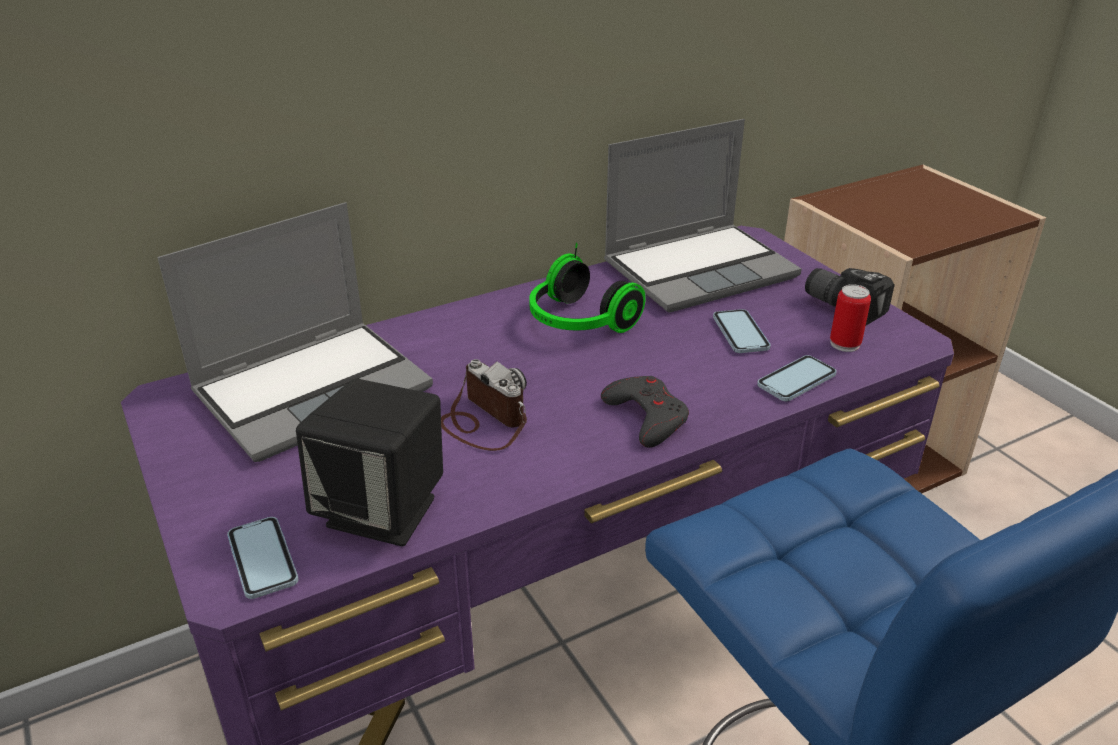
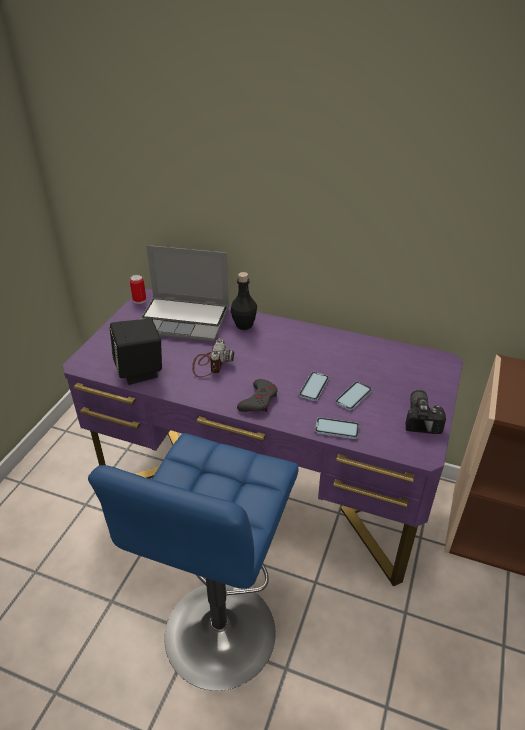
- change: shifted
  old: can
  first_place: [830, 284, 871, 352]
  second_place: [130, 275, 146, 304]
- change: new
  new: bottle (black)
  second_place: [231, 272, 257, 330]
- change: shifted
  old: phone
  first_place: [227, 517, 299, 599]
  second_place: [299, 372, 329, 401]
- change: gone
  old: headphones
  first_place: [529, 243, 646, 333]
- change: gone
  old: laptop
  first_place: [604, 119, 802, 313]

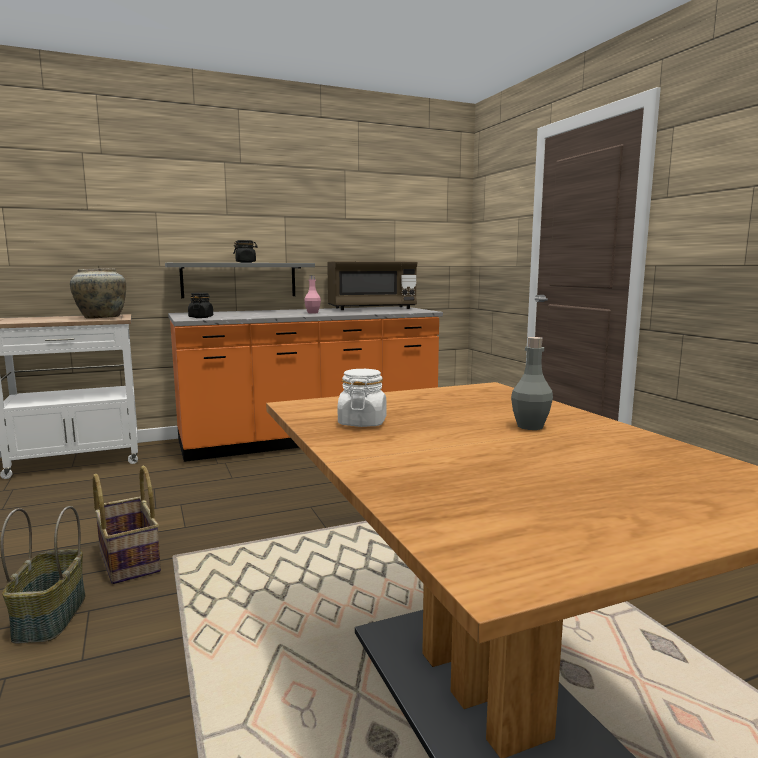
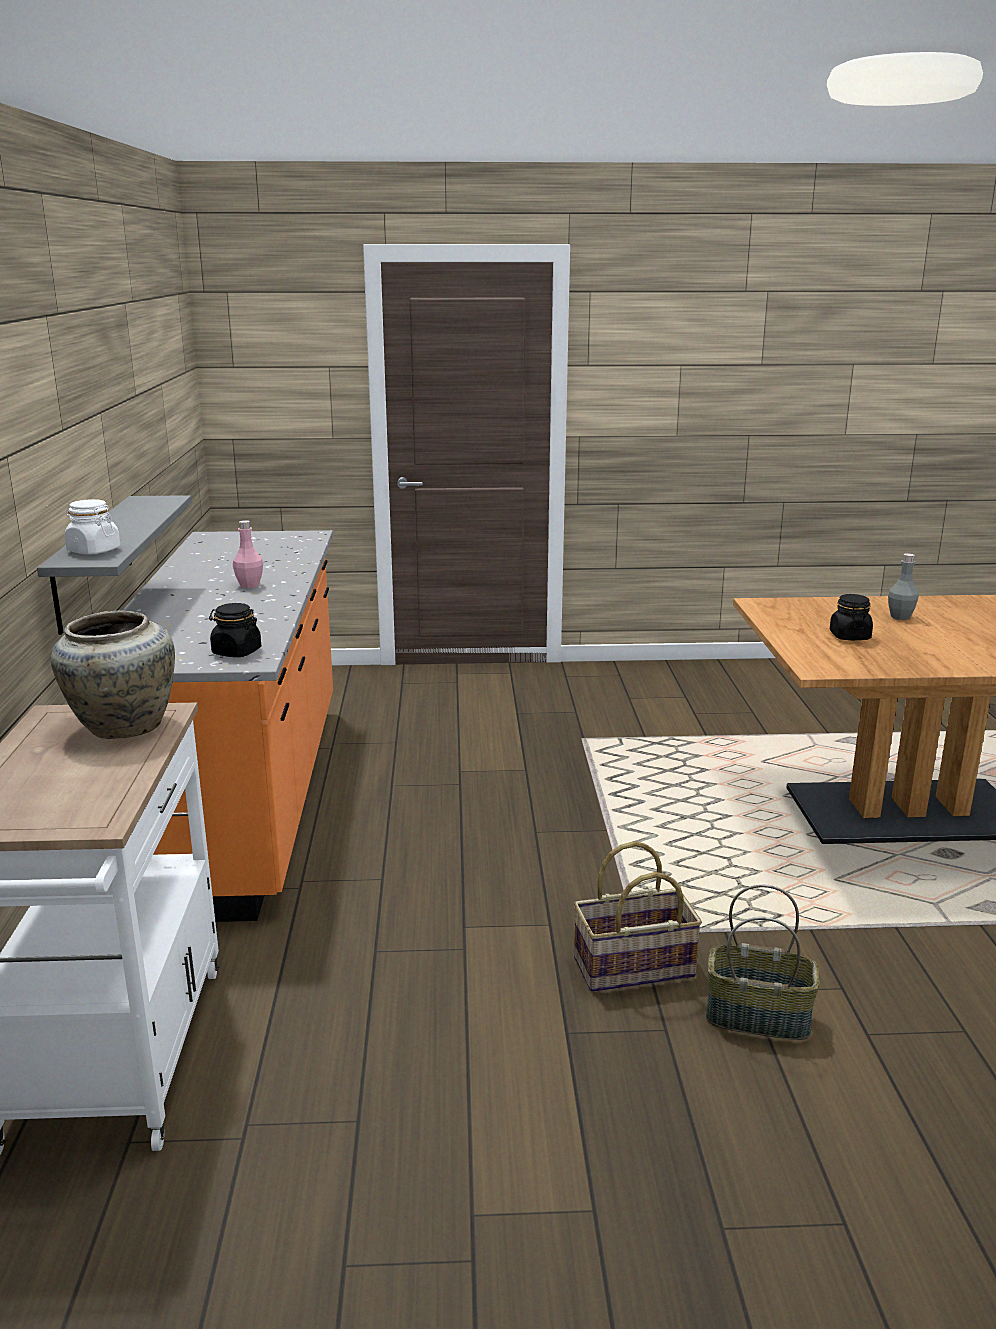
- change: shifted
  old: jar (white)
  first_place: [338, 369, 387, 427]
  second_place: [65, 499, 120, 554]
- change: shifted
  old: jar (black)
  first_place: [233, 240, 258, 263]
  second_place: [830, 594, 873, 640]
- change: gone
  old: microwave (brown)
  first_place: [327, 261, 417, 310]

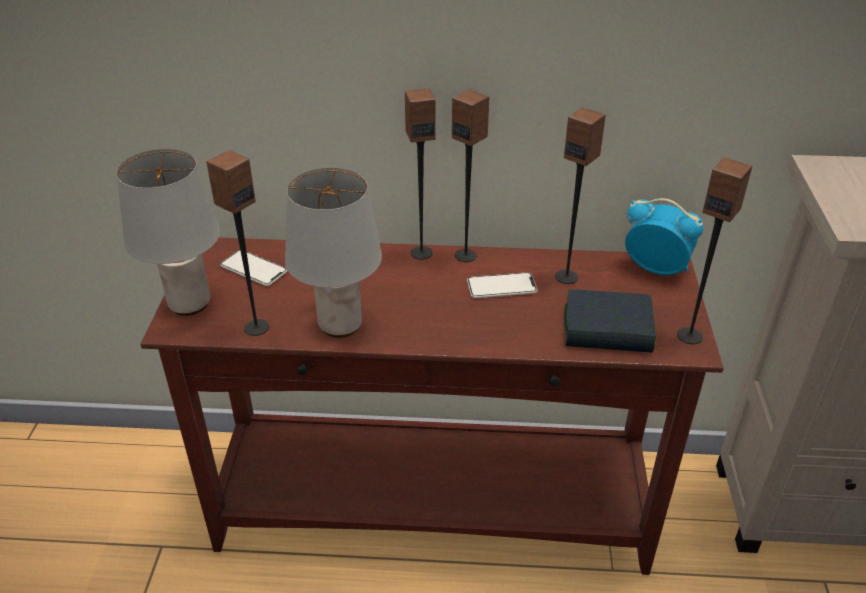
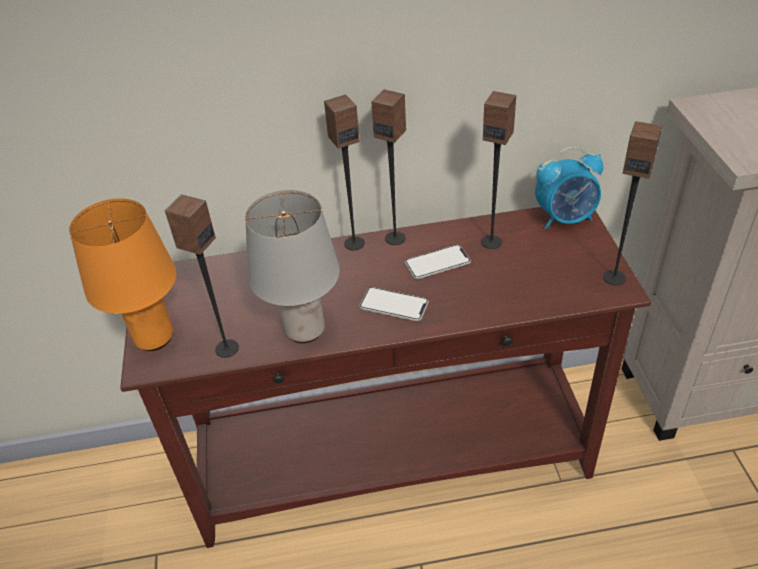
- change: repainted
  old: table lamp (grey)
  new: table lamp (orange)
  first_place: [116, 149, 220, 316]
  second_place: [69, 198, 176, 351]
- change: shifted
  old: phone
  first_place: [220, 250, 287, 286]
  second_place: [359, 287, 429, 321]
- change: rotated
  old: alarm clock
  first_place: [625, 198, 704, 275]
  second_place: [535, 147, 603, 229]
  degrees: 150
- change: gone
  old: book
  first_place: [564, 289, 656, 353]

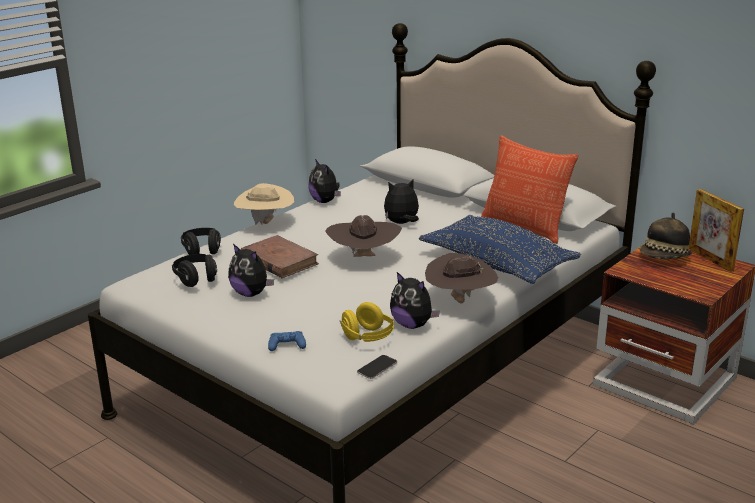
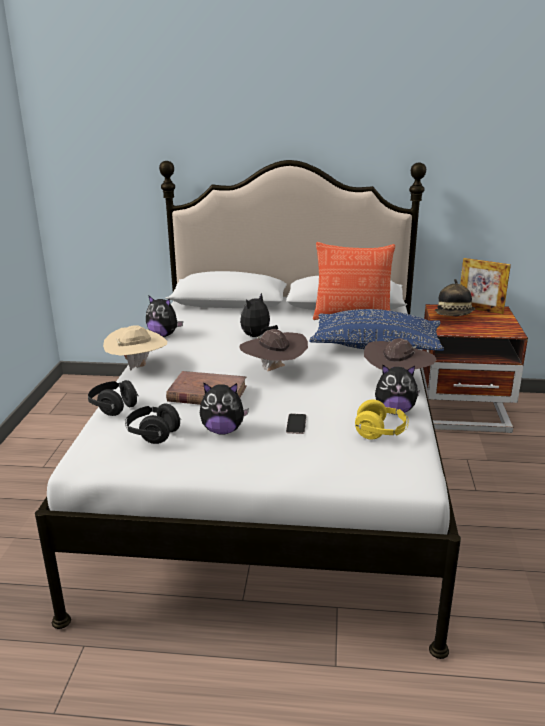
- change: shifted
  old: phone
  first_place: [357, 355, 397, 379]
  second_place: [286, 413, 307, 434]
- change: gone
  old: game controller (blue)
  first_place: [268, 331, 306, 351]

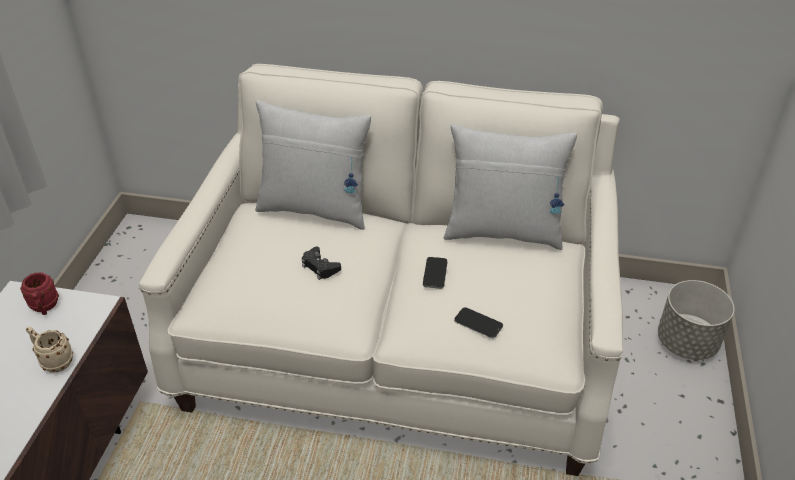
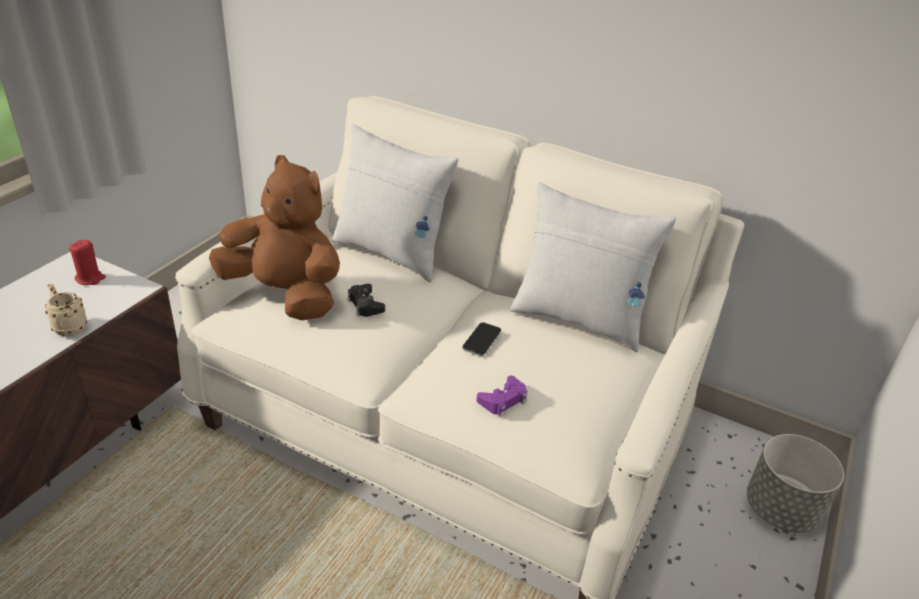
- change: swapped
  old: mug (red)
  new: candle (red)
  first_place: [20, 272, 59, 315]
  second_place: [69, 240, 106, 285]
- change: new
  new: plush toy (brown)
  second_place: [209, 155, 340, 320]
- change: swapped
  old: phone
  new: game controller (purple)
  first_place: [454, 307, 503, 338]
  second_place: [476, 376, 527, 417]

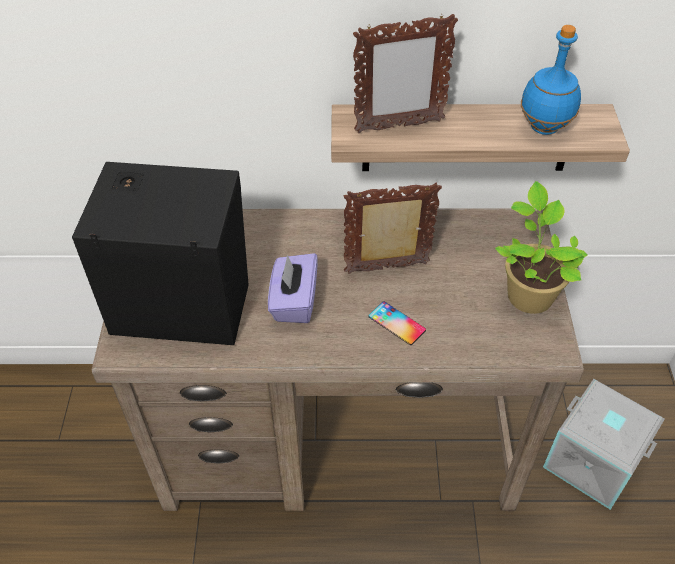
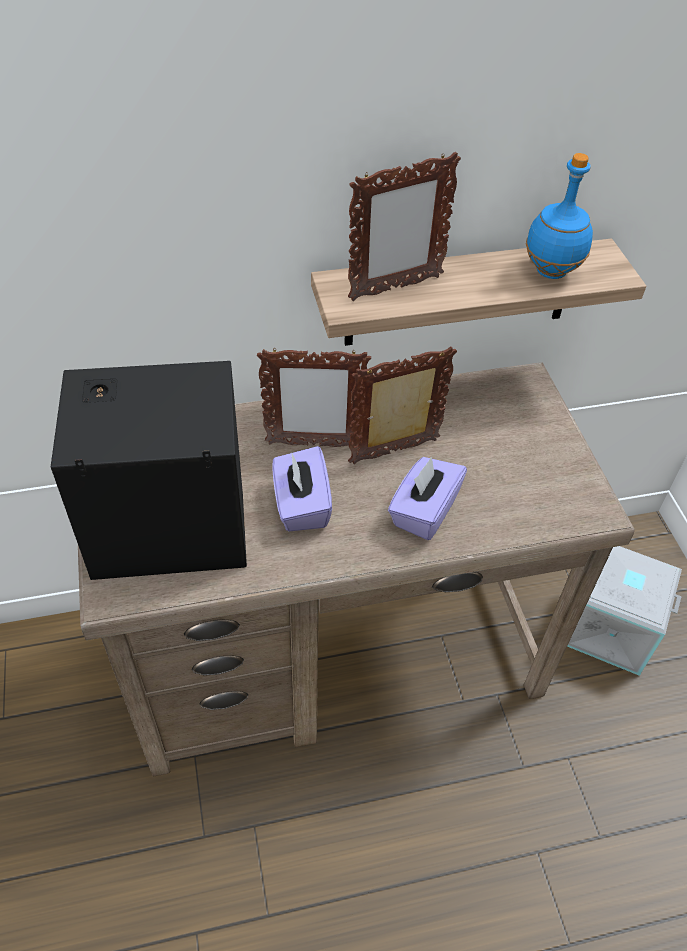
- change: new
  new: picture frame
  second_place: [257, 349, 371, 447]
- change: swapped
  old: phone
  new: tissue box (purple)
  first_place: [368, 301, 426, 345]
  second_place: [388, 456, 467, 540]
- change: gone
  old: potted plant
  first_place: [495, 181, 588, 314]

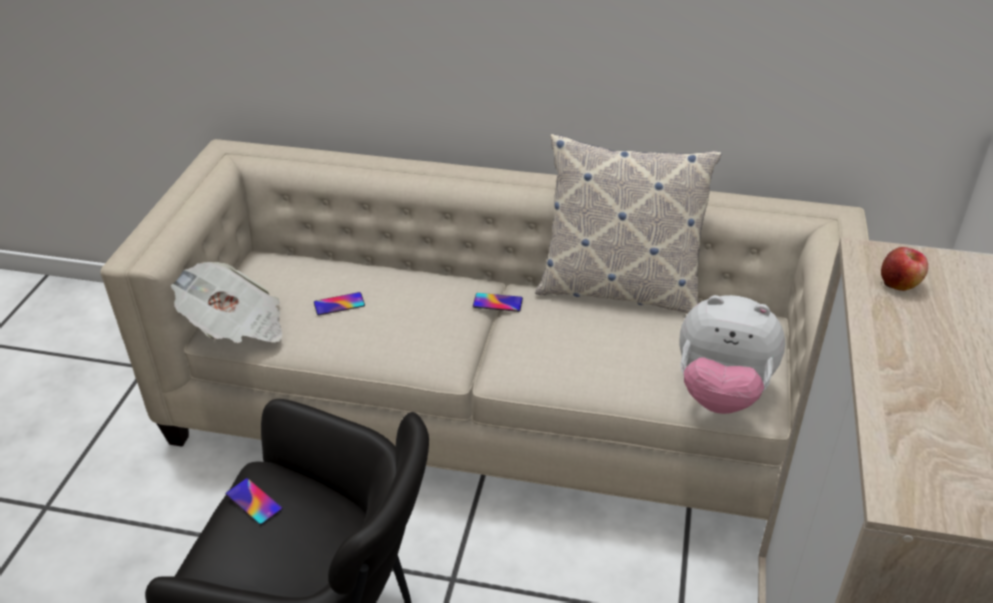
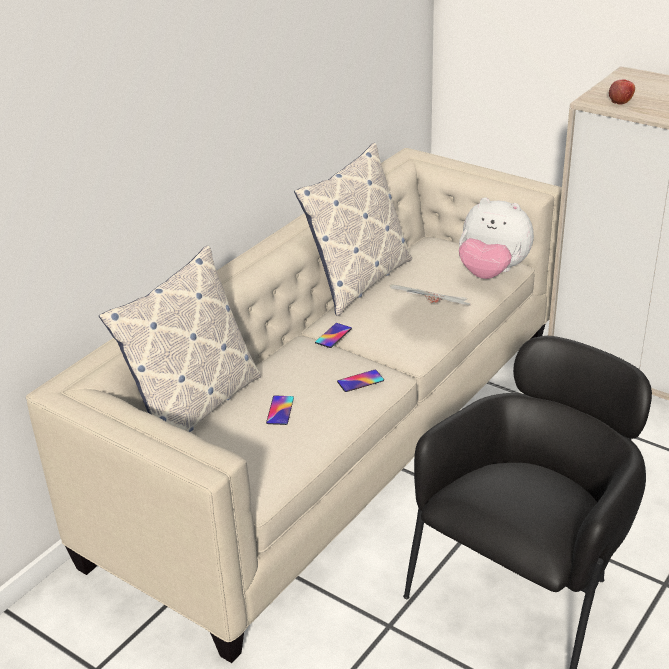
- change: new
  new: pillow
  second_place: [99, 245, 261, 432]
- change: shifted
  old: phone
  first_place: [226, 478, 283, 525]
  second_place: [337, 370, 384, 392]
- change: shifted
  old: newspaper
  first_place: [171, 262, 282, 343]
  second_place: [390, 284, 472, 306]
- change: rotated
  old: plush toy
  first_place: [679, 295, 785, 414]
  second_place: [459, 197, 534, 279]
  degrees: 75

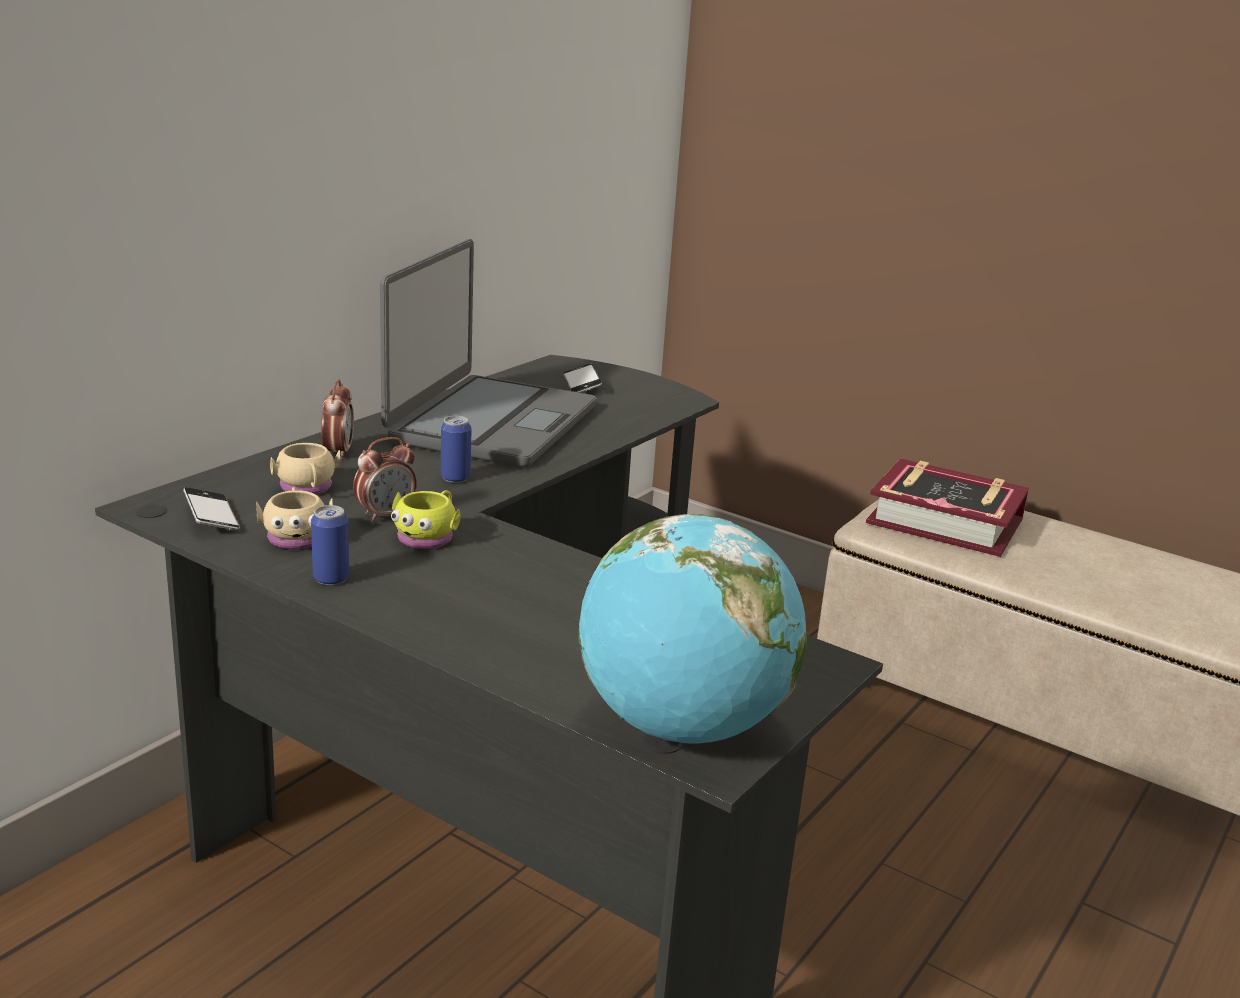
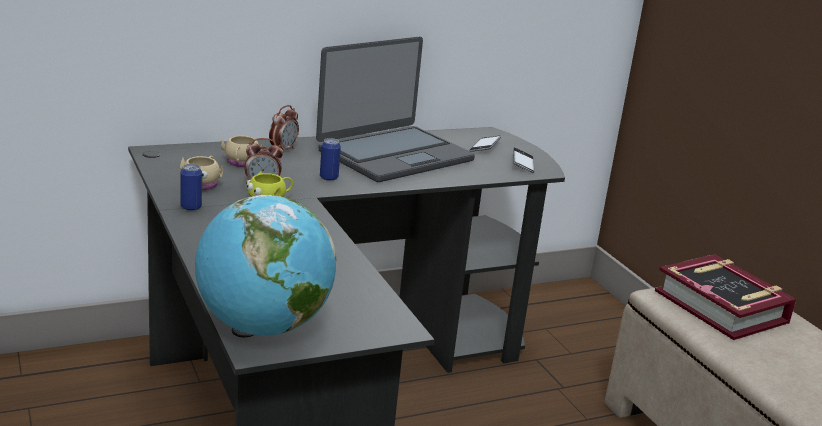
- change: shifted
  old: phone
  first_place: [183, 487, 240, 531]
  second_place: [513, 147, 534, 173]

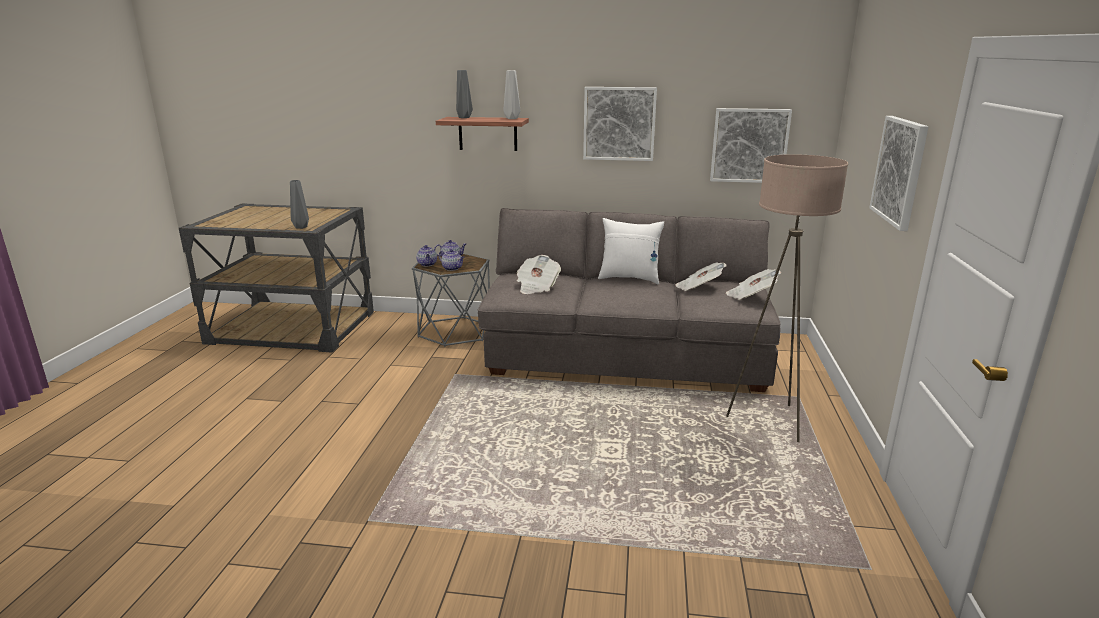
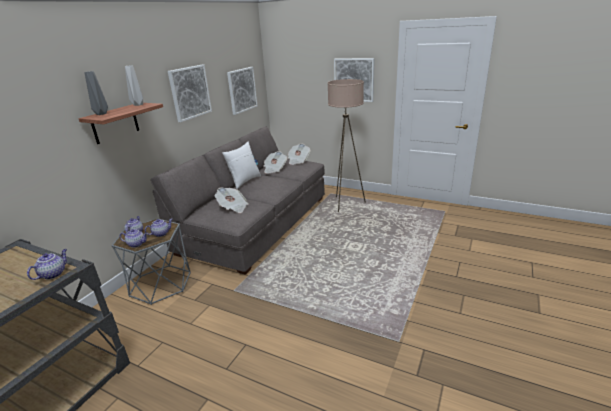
- change: swapped
  old: vase (grey)
  new: teapot
  first_place: [290, 180, 309, 229]
  second_place: [27, 249, 67, 280]

